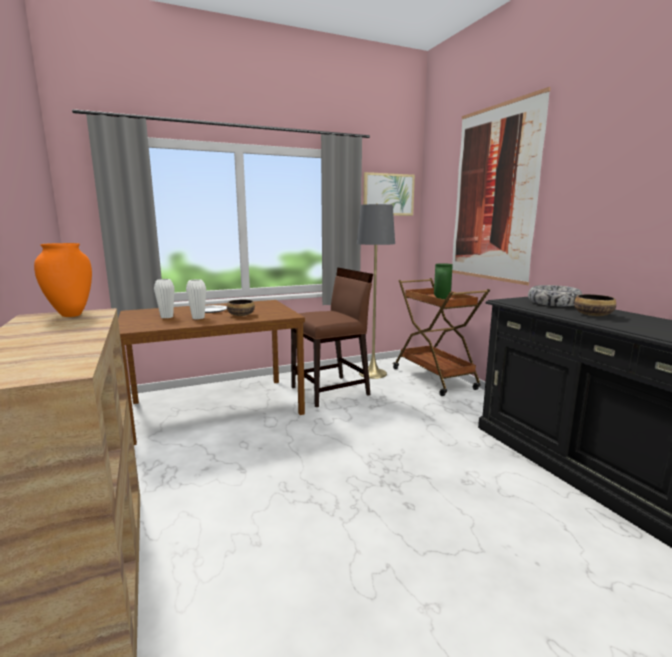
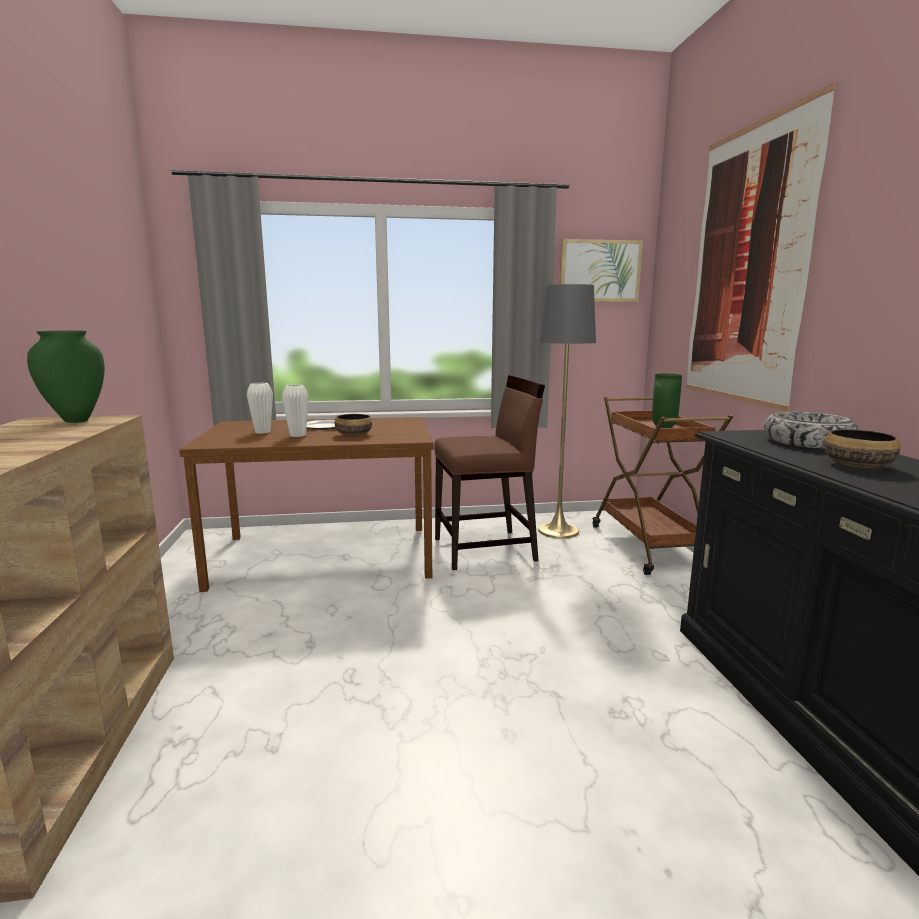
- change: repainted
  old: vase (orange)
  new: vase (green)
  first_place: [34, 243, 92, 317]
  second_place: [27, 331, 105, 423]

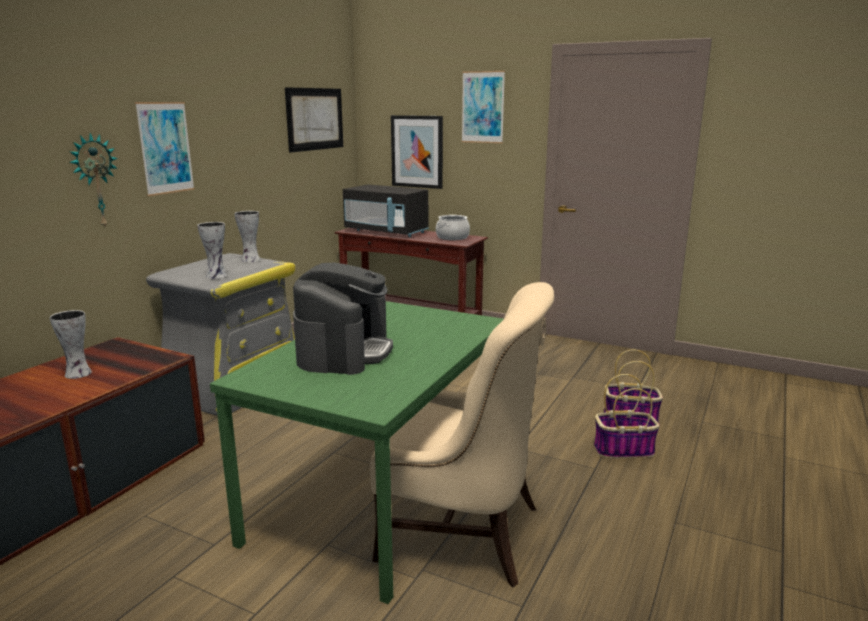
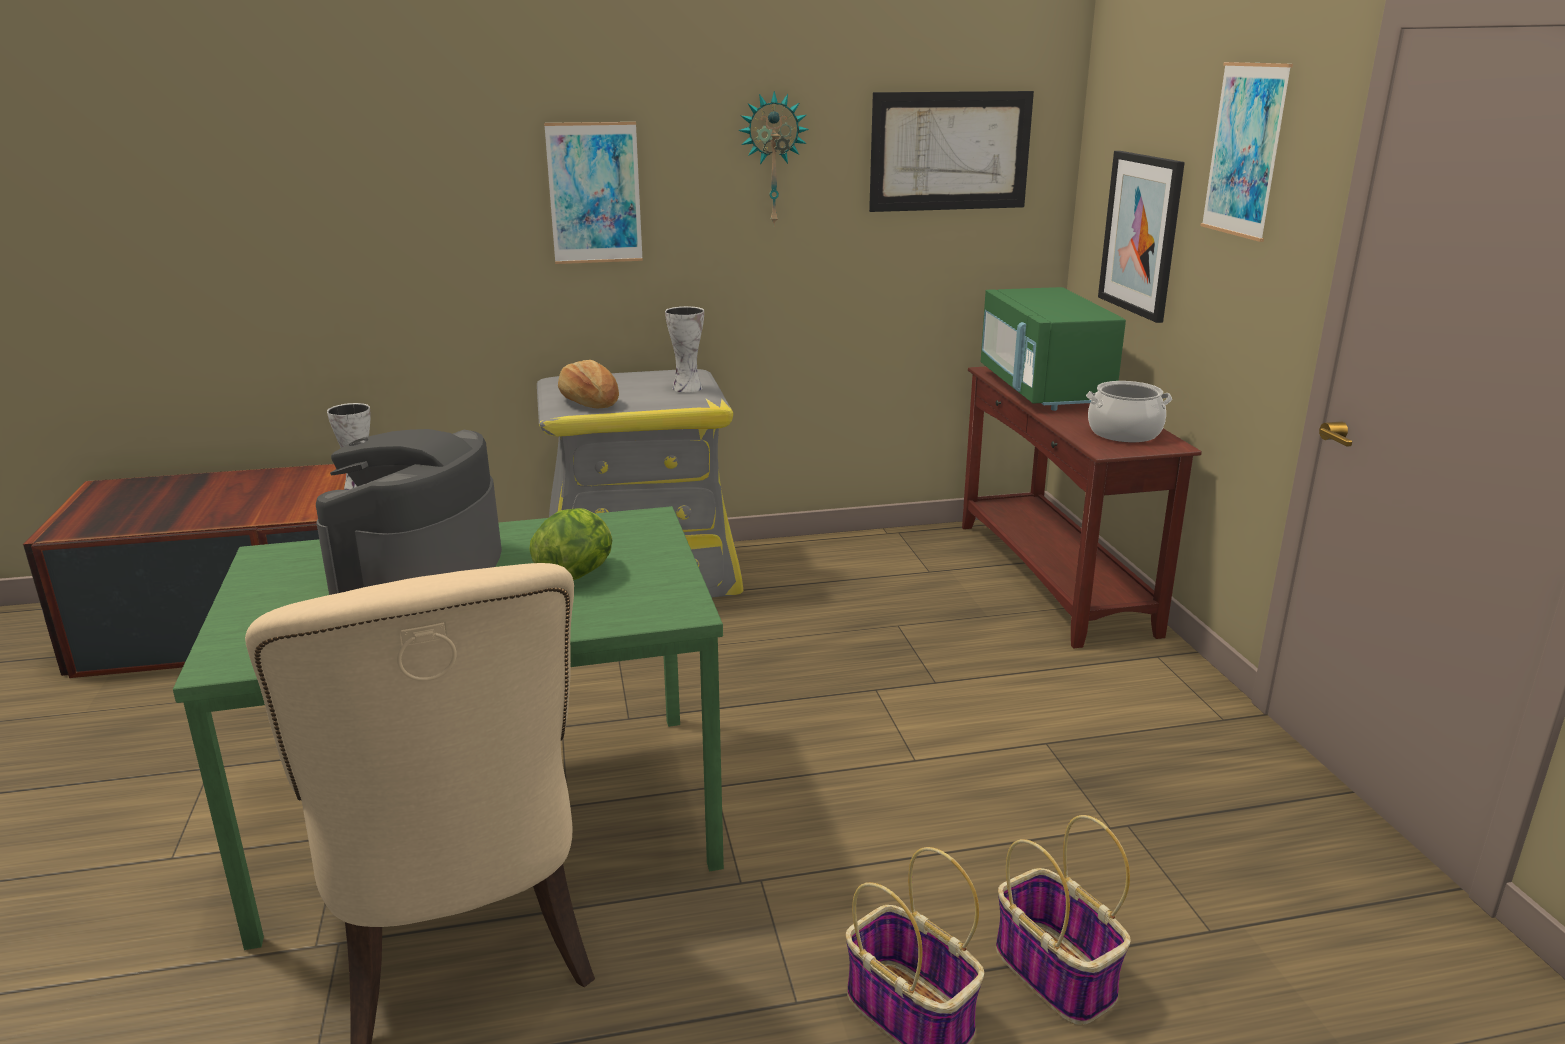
- change: rotated
  old: coffee machine
  first_place: [293, 263, 393, 375]
  second_place: [316, 429, 502, 595]
  degrees: 135
- change: new
  new: lettuce
  second_place: [529, 508, 612, 580]
- change: swapped
  old: vase
  new: bread
  first_place: [197, 222, 227, 279]
  second_place: [558, 360, 619, 408]
- change: shifted
  old: wall clock
  first_place: [69, 133, 118, 229]
  second_place: [738, 91, 809, 227]
- change: repainted
  old: microwave (black)
  new: microwave (green)
  first_place: [343, 185, 429, 237]
  second_place: [981, 287, 1126, 411]

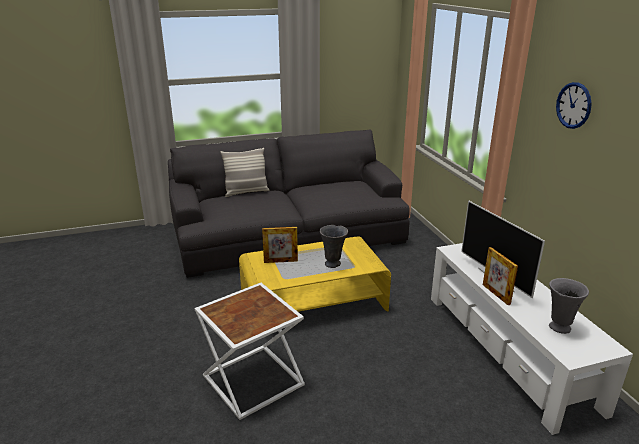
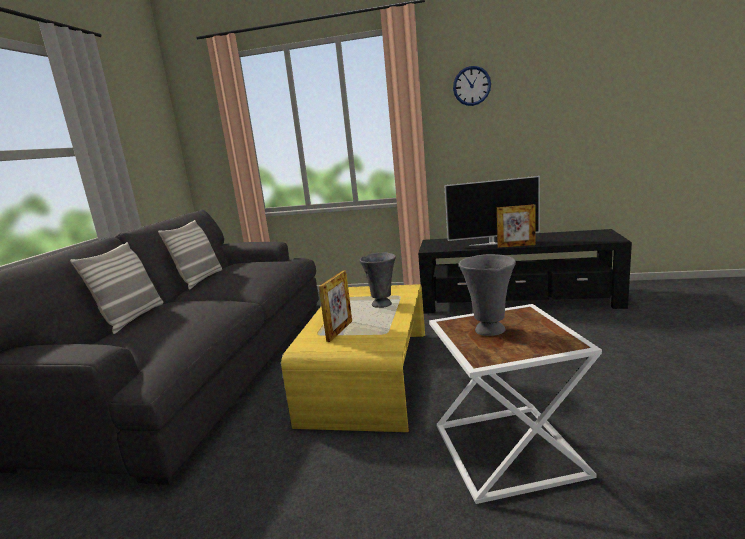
- change: new
  new: pillow
  second_place: [158, 220, 222, 290]
- change: repainted
  old: tv stand (white)
  new: tv stand (black)
  first_place: [431, 243, 633, 435]
  second_place: [418, 229, 632, 313]
- change: shifted
  old: vase (grey)
  first_place: [549, 278, 589, 334]
  second_place: [459, 254, 516, 336]

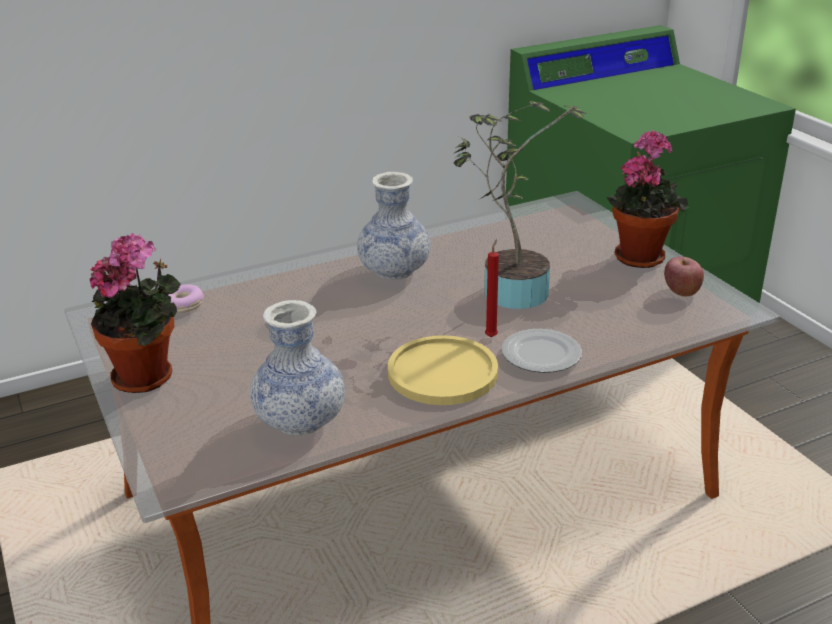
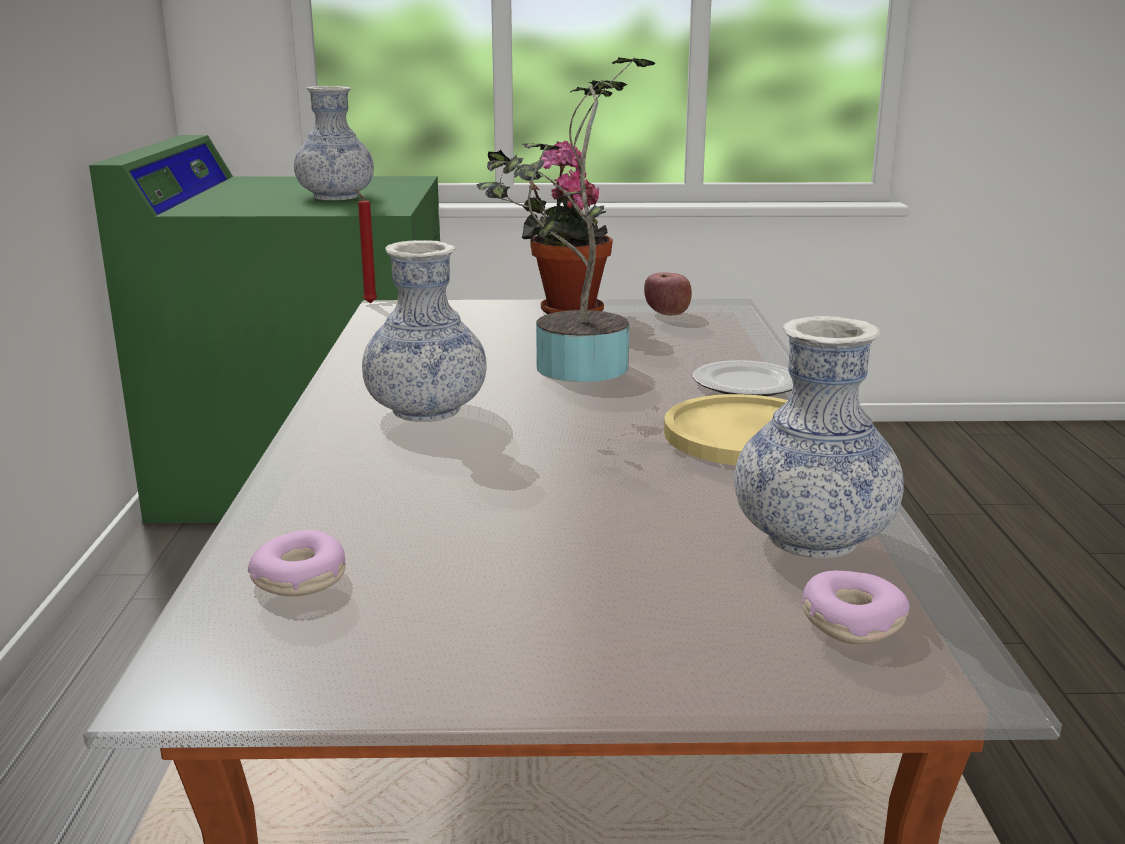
- change: new
  new: vase
  second_place: [294, 86, 374, 200]
- change: shifted
  old: candle (red)
  first_place: [485, 239, 499, 337]
  second_place: [356, 188, 377, 304]
- change: new
  new: donut
  second_place: [802, 571, 910, 644]
- change: gone
  old: potted plant
  first_place: [90, 233, 181, 393]

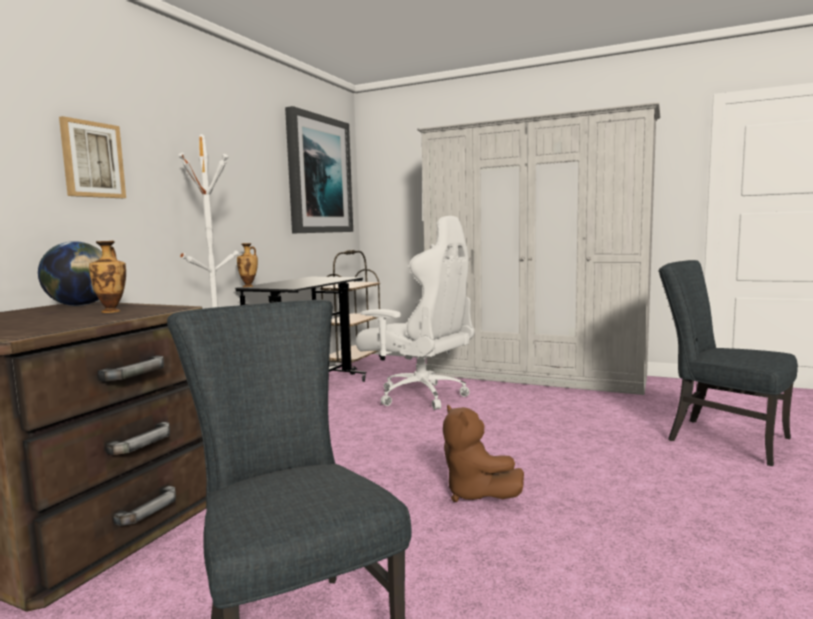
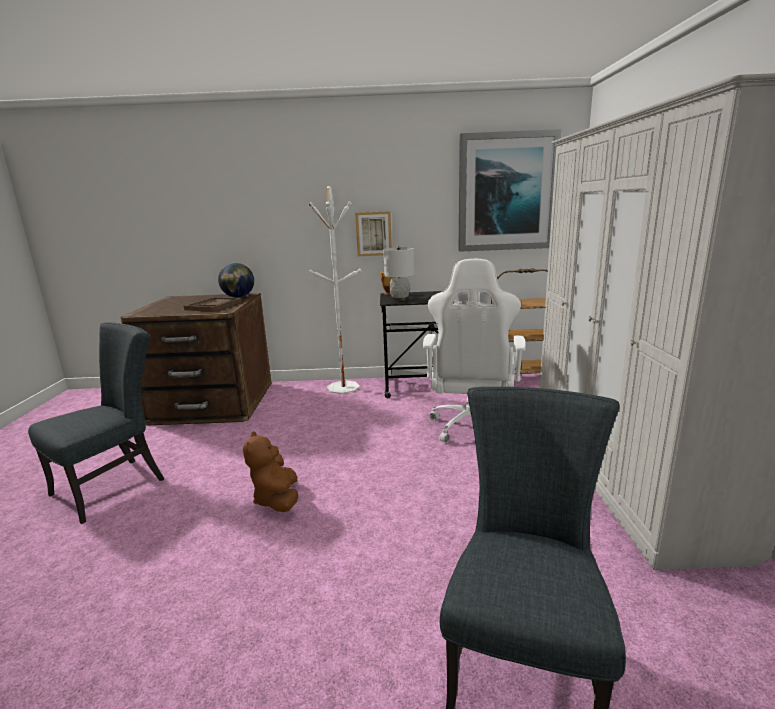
- change: swapped
  old: vase
  new: tray (brown)
  first_place: [89, 241, 126, 313]
  second_place: [184, 297, 241, 312]
- change: rotated
  old: plush toy (brown)
  first_place: [443, 405, 524, 502]
  second_place: [243, 431, 298, 512]
  degrees: -45
- change: shifted
  old: picture
  first_place: [59, 116, 126, 198]
  second_place: [355, 211, 392, 256]
- change: new
  new: table lamp (white)
  second_place: [383, 246, 414, 301]

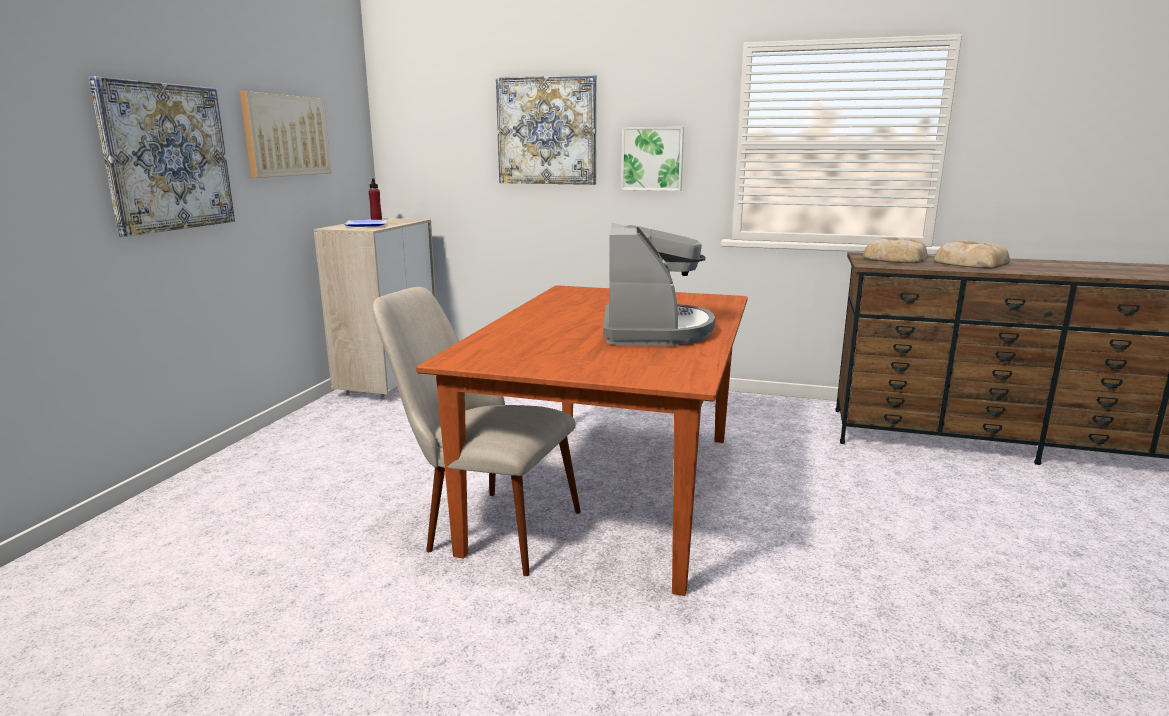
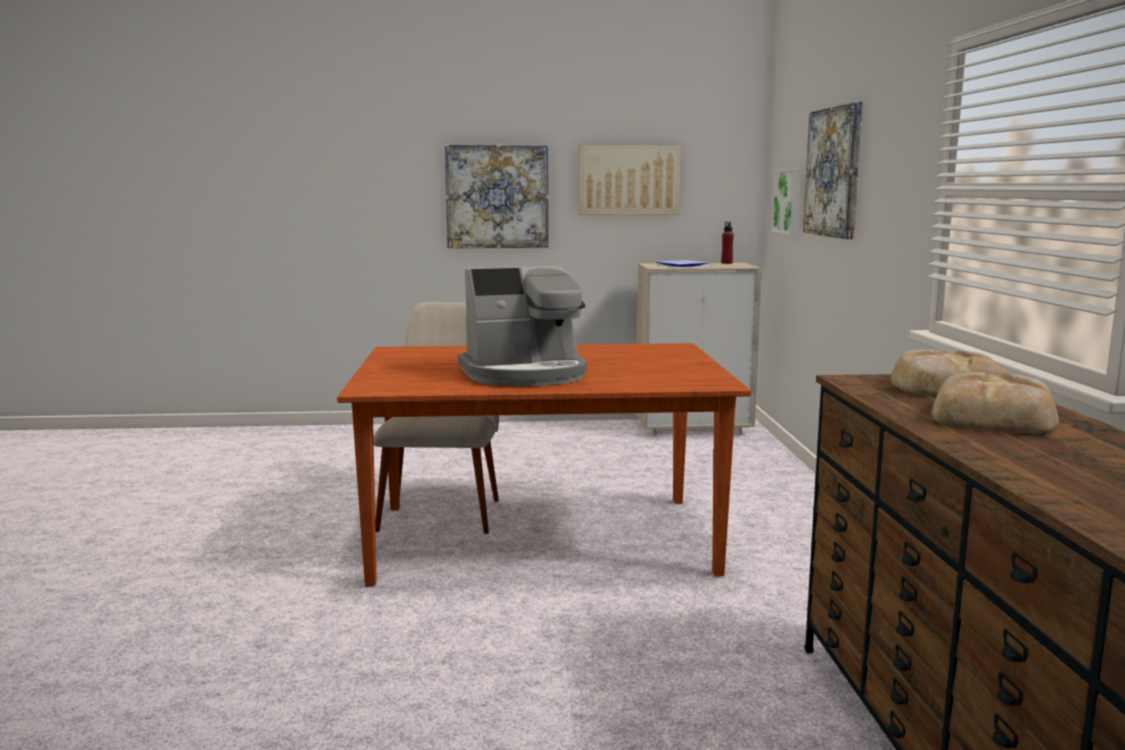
- change: shifted
  old: picture
  first_place: [621, 127, 684, 191]
  second_place: [771, 169, 801, 235]

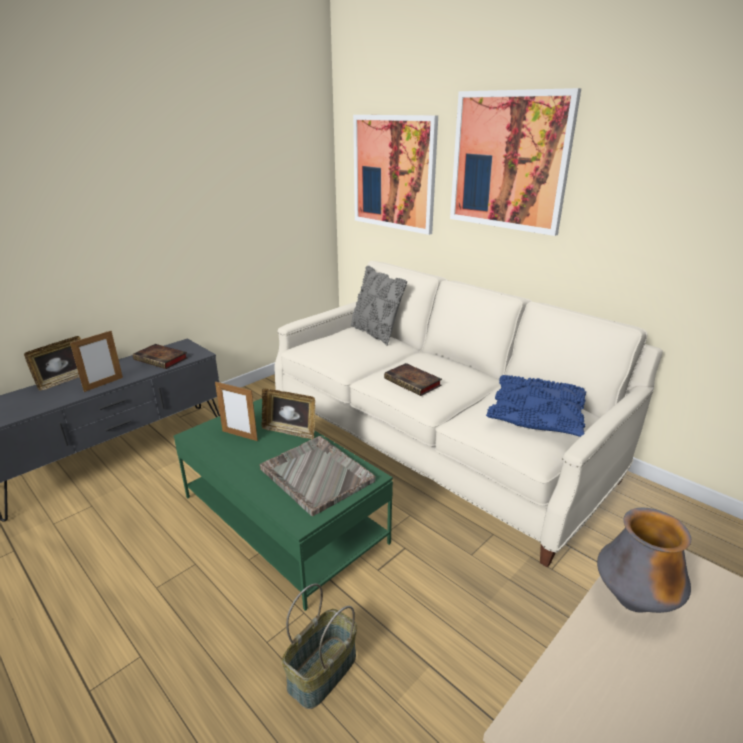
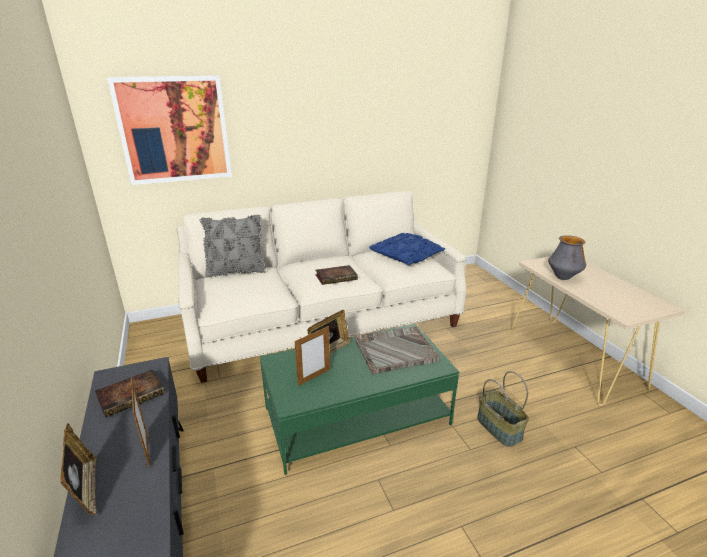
- change: gone
  old: picture
  first_place: [450, 88, 581, 236]

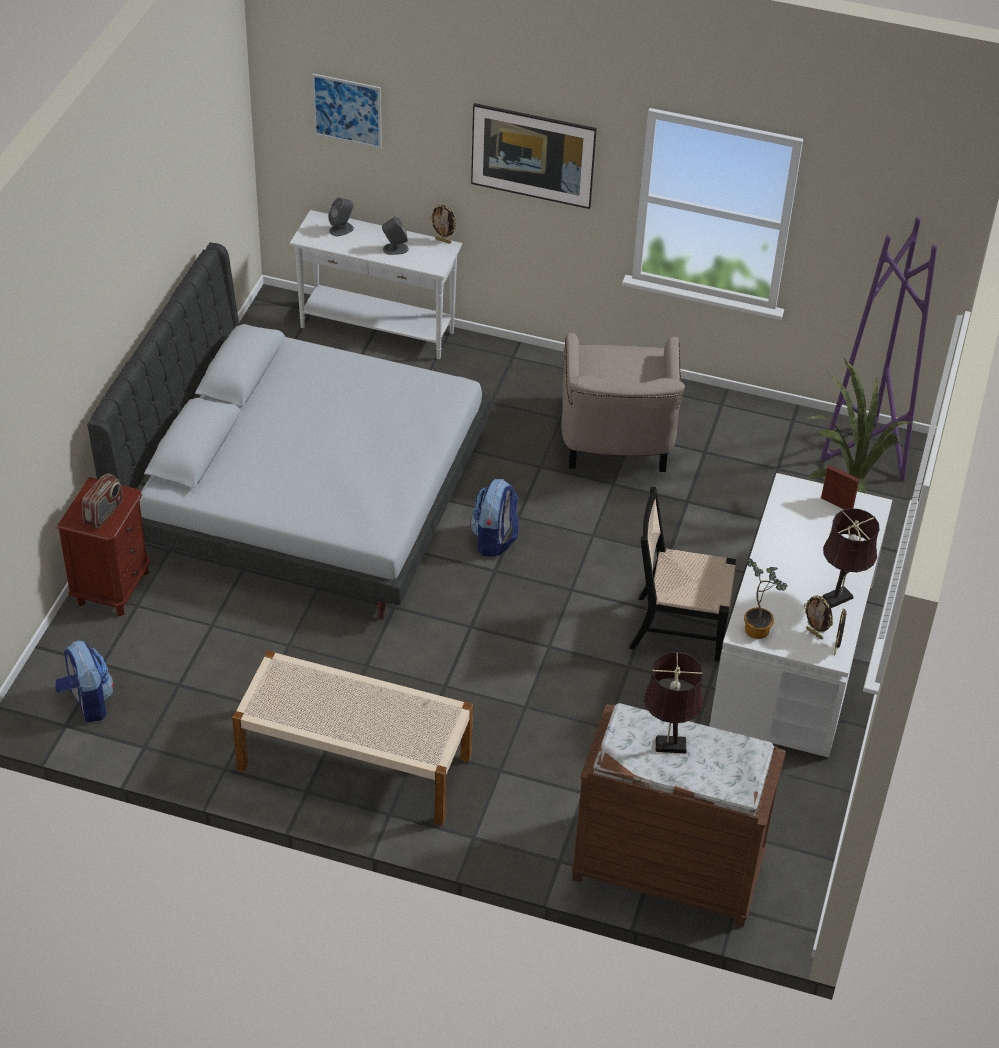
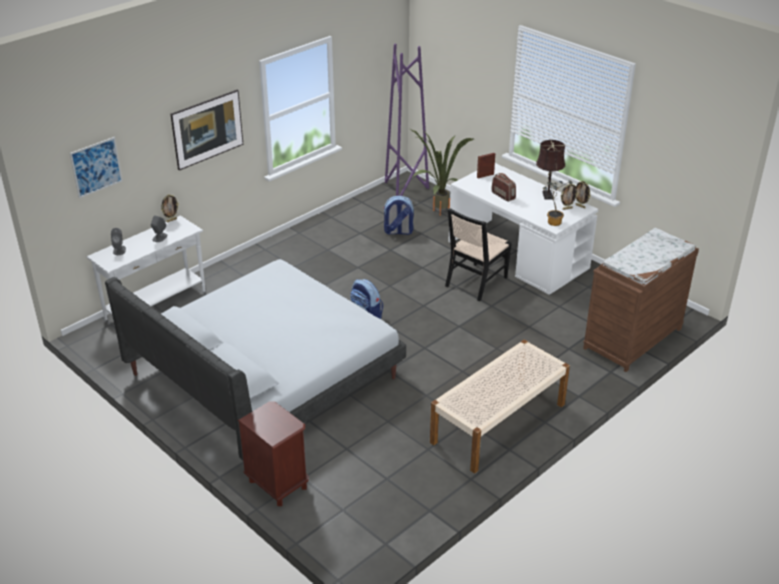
- change: shifted
  old: backpack
  first_place: [55, 641, 114, 722]
  second_place: [384, 196, 414, 235]
- change: shifted
  old: radio
  first_place: [82, 474, 123, 529]
  second_place: [491, 173, 516, 202]
- change: gone
  old: armchair (beige)
  first_place: [561, 333, 685, 472]
- change: gone
  old: table lamp (brown)
  first_place: [643, 652, 704, 754]

